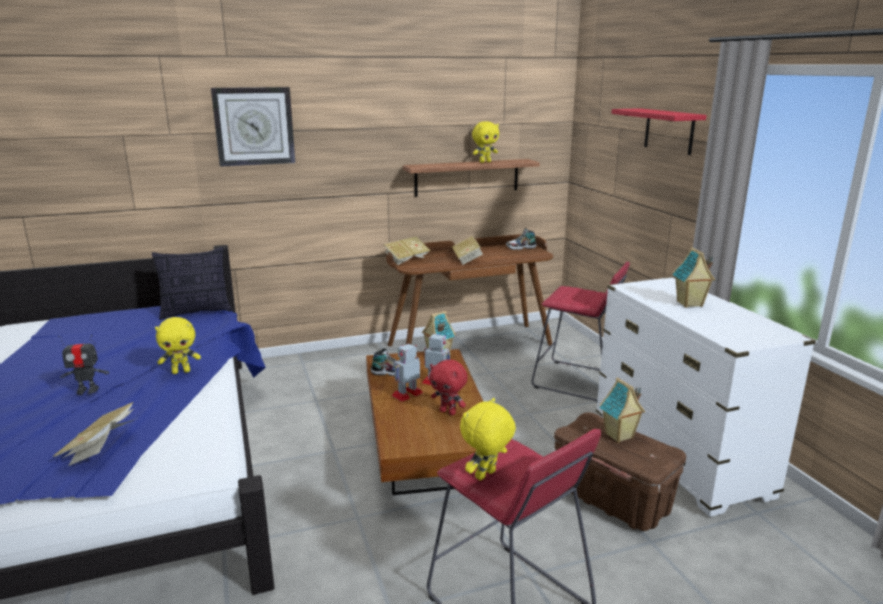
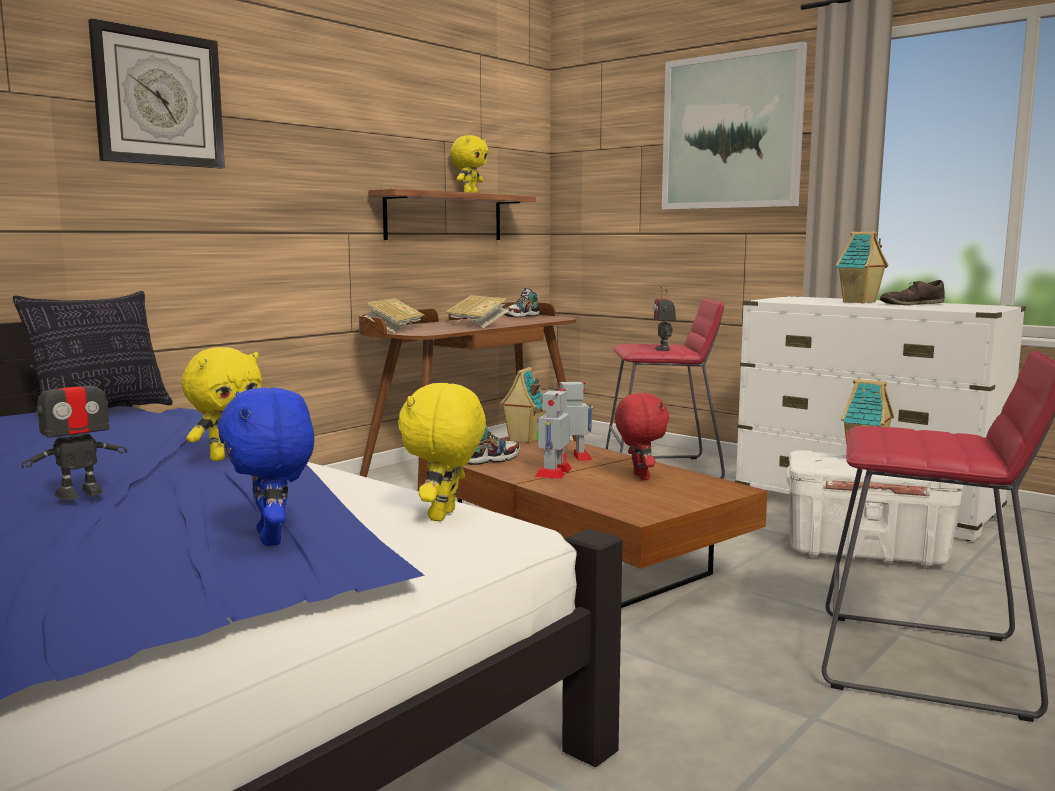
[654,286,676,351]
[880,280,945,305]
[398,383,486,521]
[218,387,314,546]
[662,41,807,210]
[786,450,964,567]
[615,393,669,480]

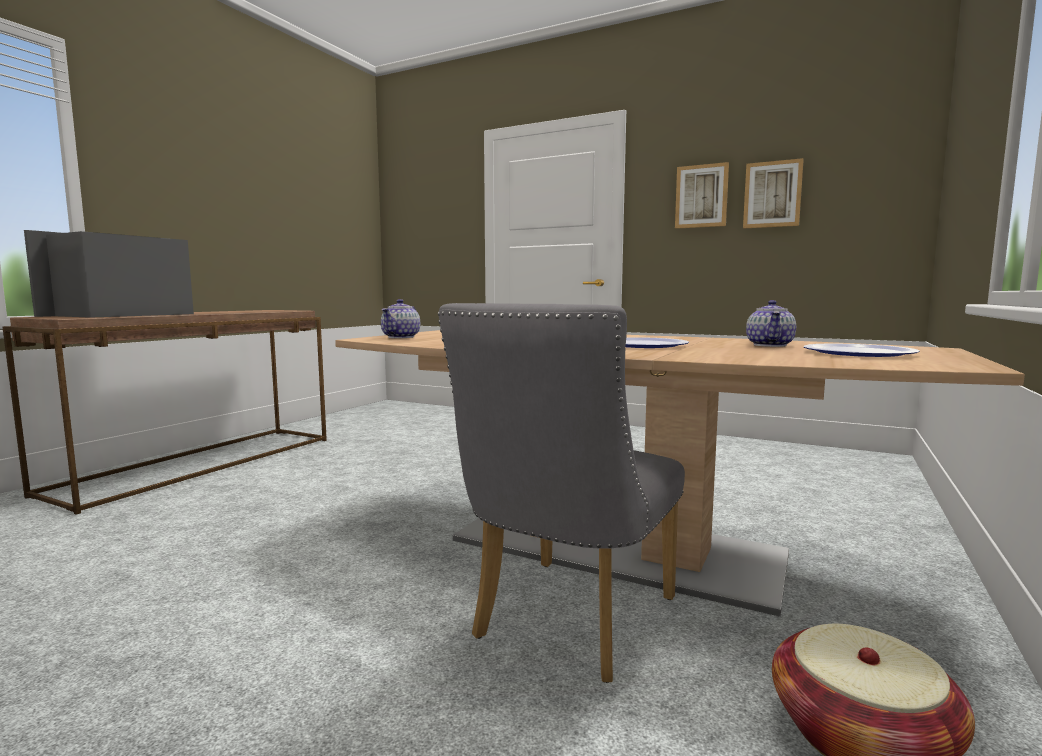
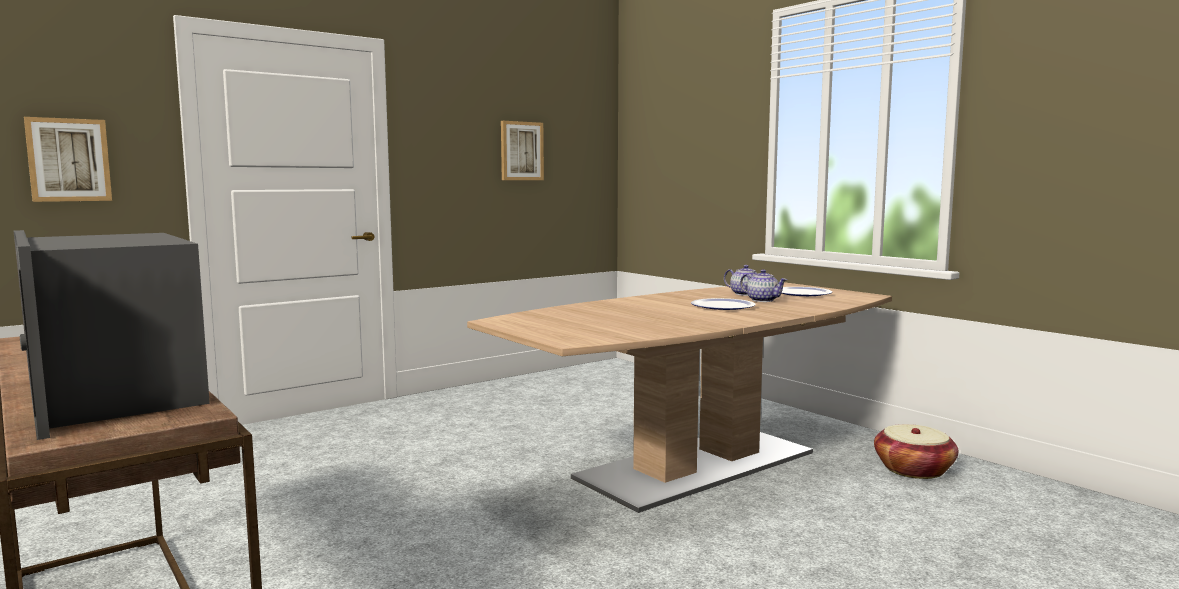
[438,303,685,683] (first image)
[740,269,787,302]
[24,117,112,202]

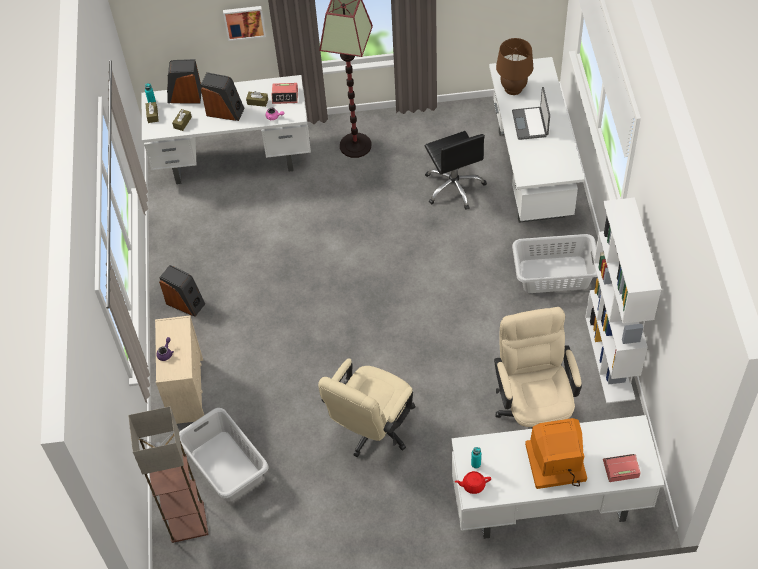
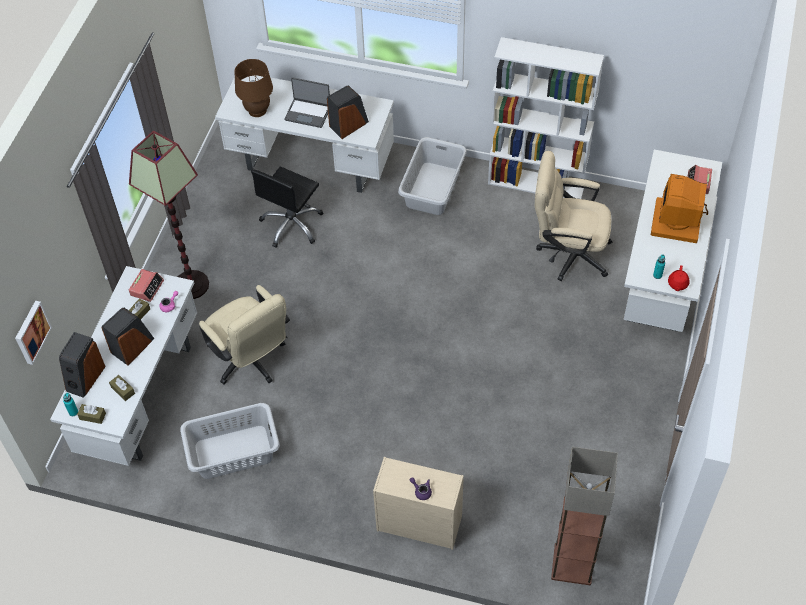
[327,86,369,139]
[180,403,280,479]
[15,301,52,365]
[199,285,290,384]
[251,166,323,248]

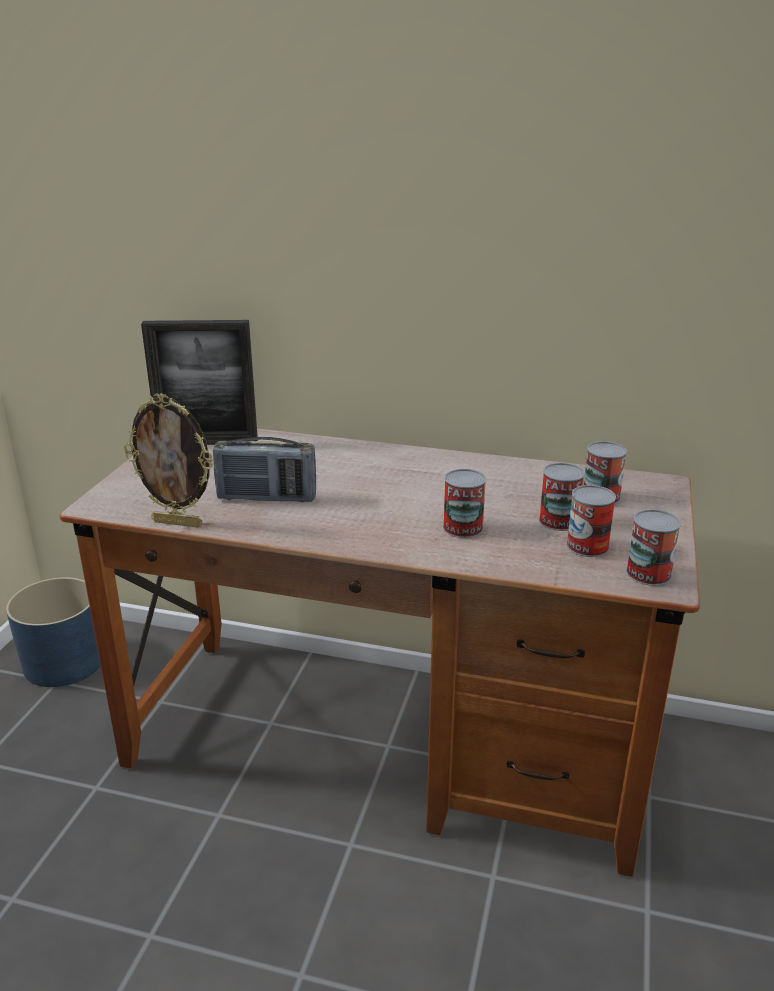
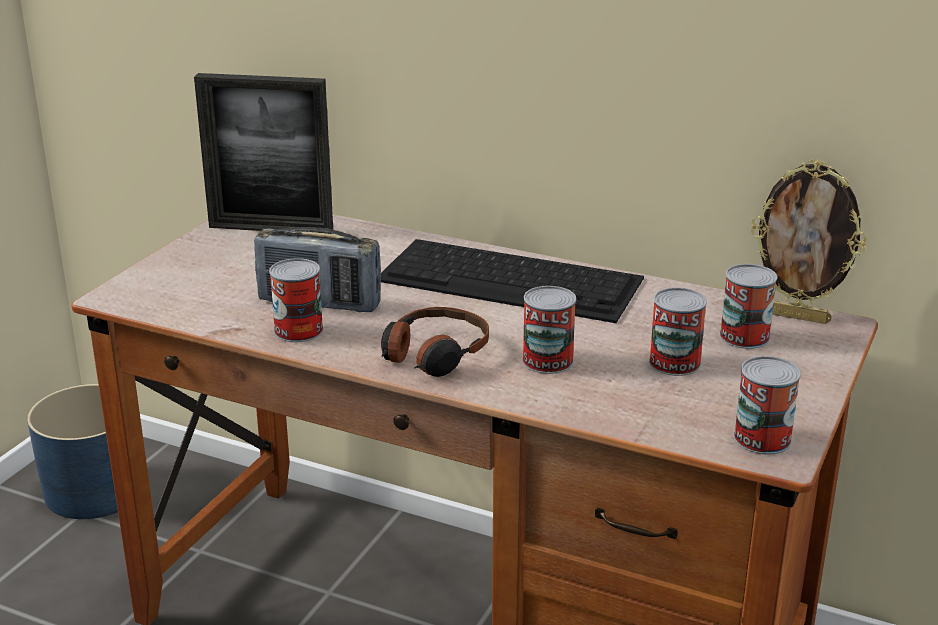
[381,239,644,323]
[381,307,489,377]
[751,160,867,324]
[269,258,323,342]

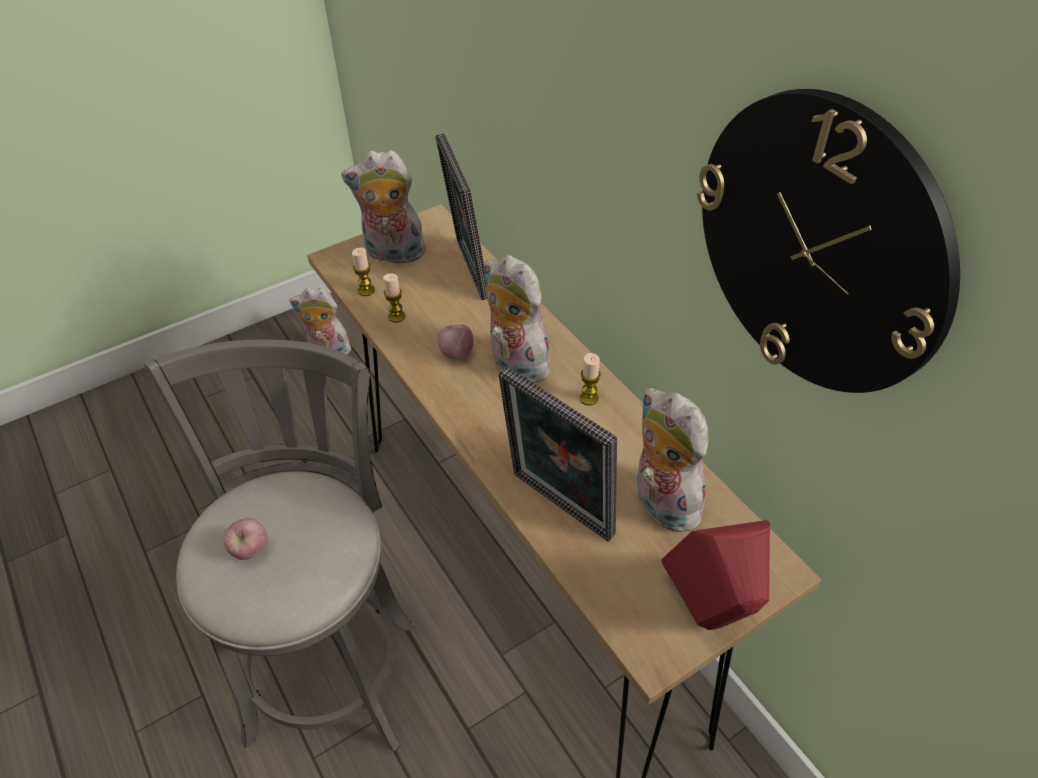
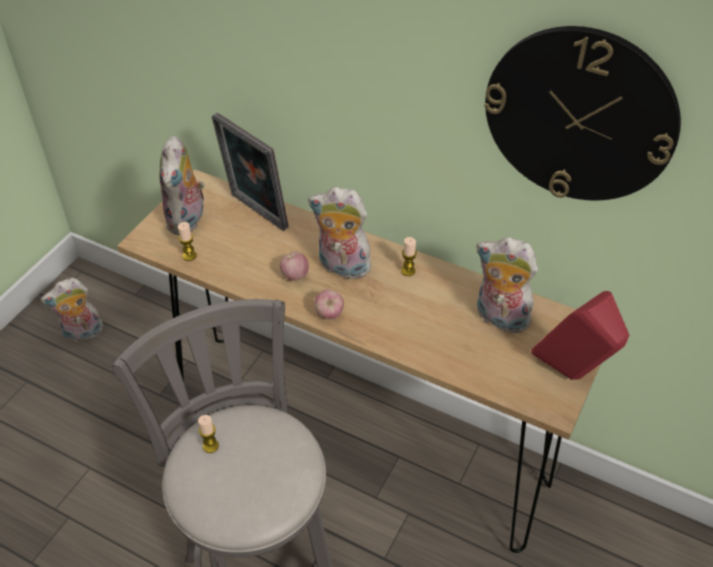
[498,367,617,542] (first image)
[314,289,344,319]
[198,415,219,453]
[160,136,205,235]

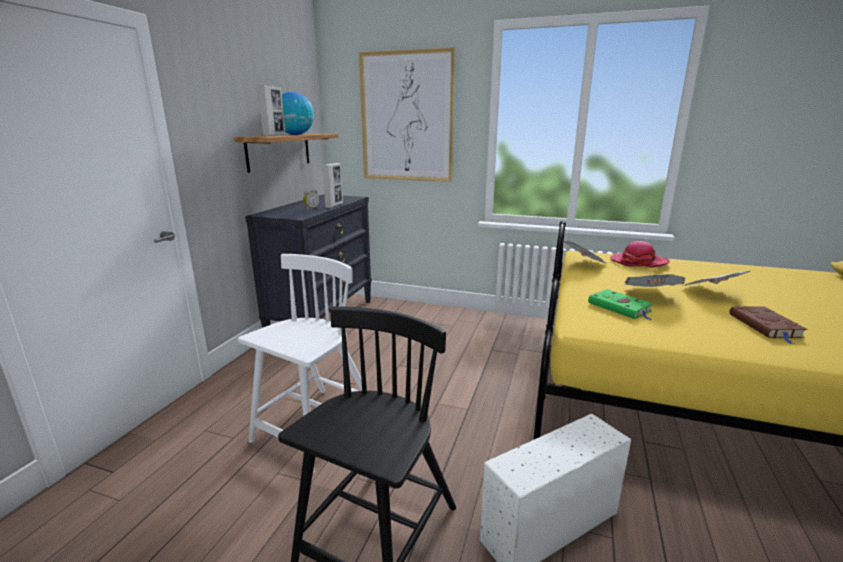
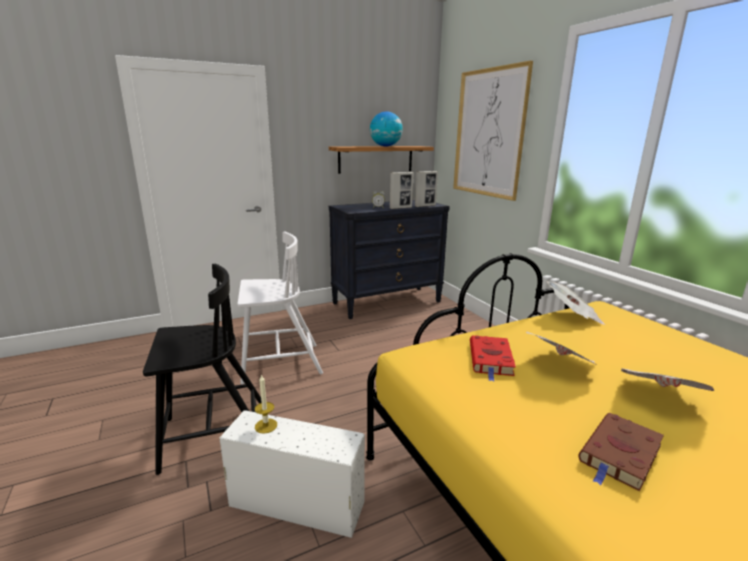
[610,241,670,268] (first image)
[255,374,277,434]
[415,171,438,207]
[470,335,516,382]

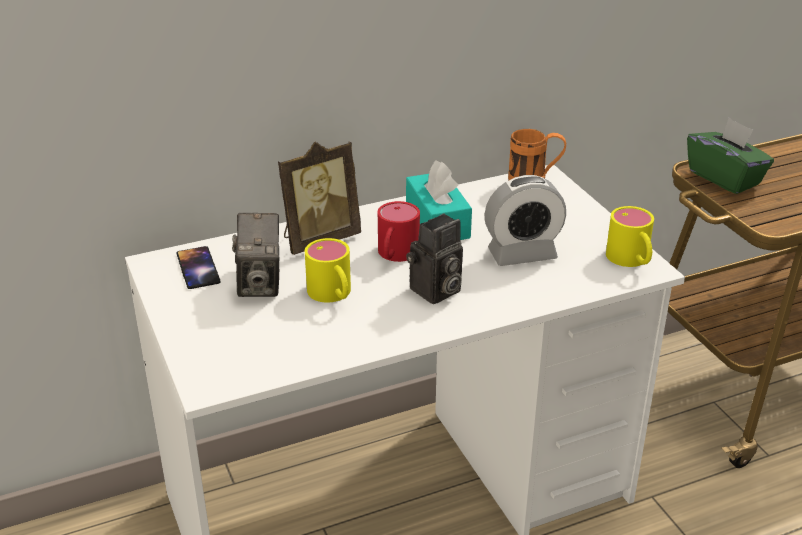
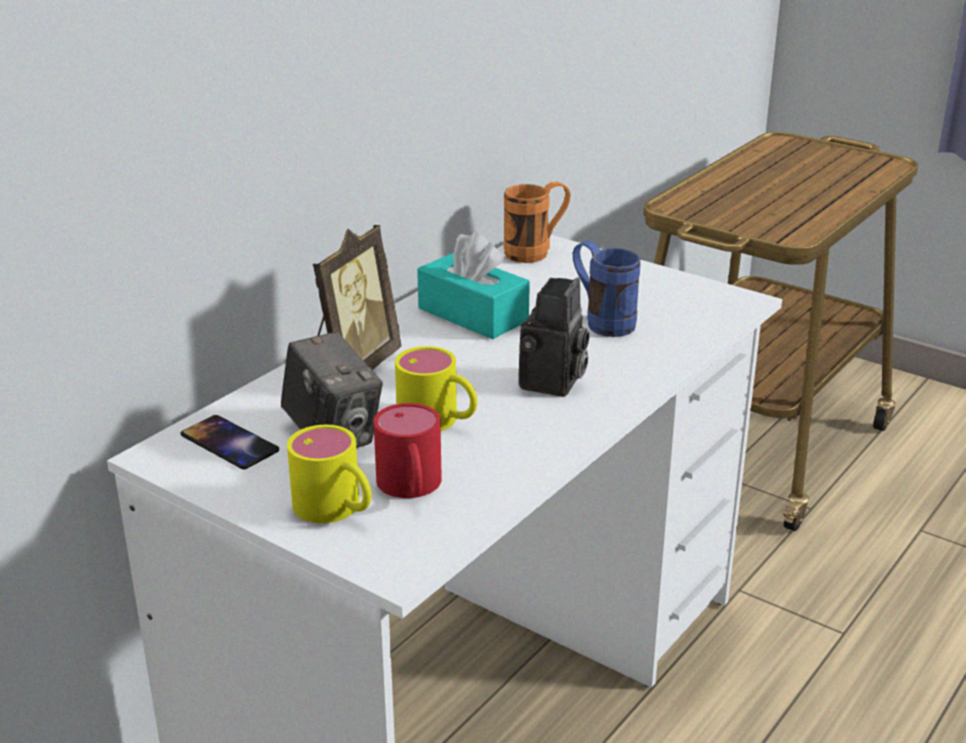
[687,118,774,194] (first image)
[373,403,442,498]
[287,425,371,523]
[573,241,641,337]

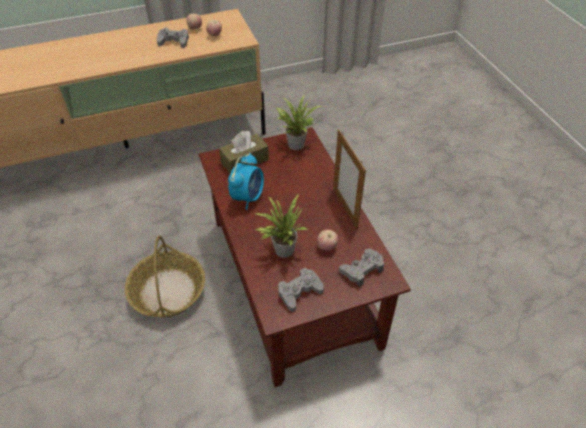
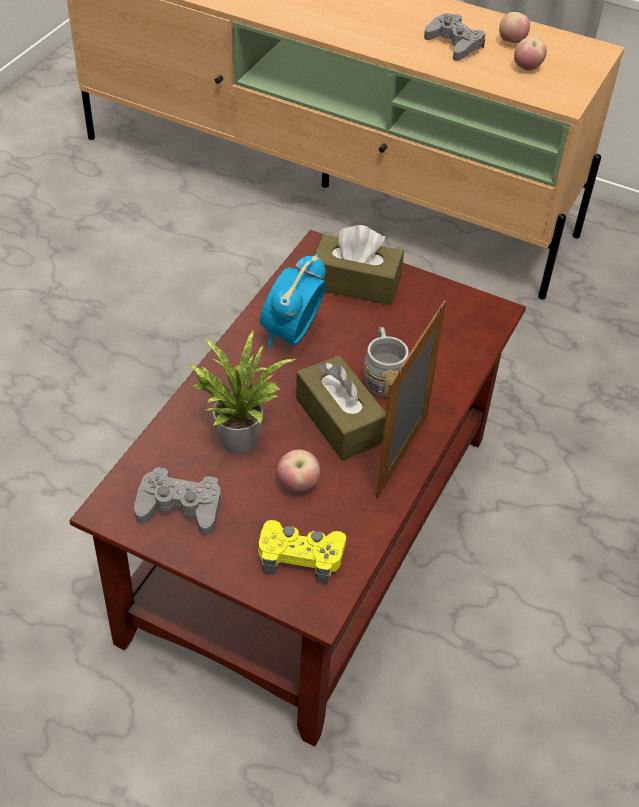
[125,236,205,317] (first image)
[275,95,321,150] (first image)
[296,355,386,461]
[364,327,409,397]
[258,520,346,584]
[260,254,326,348]

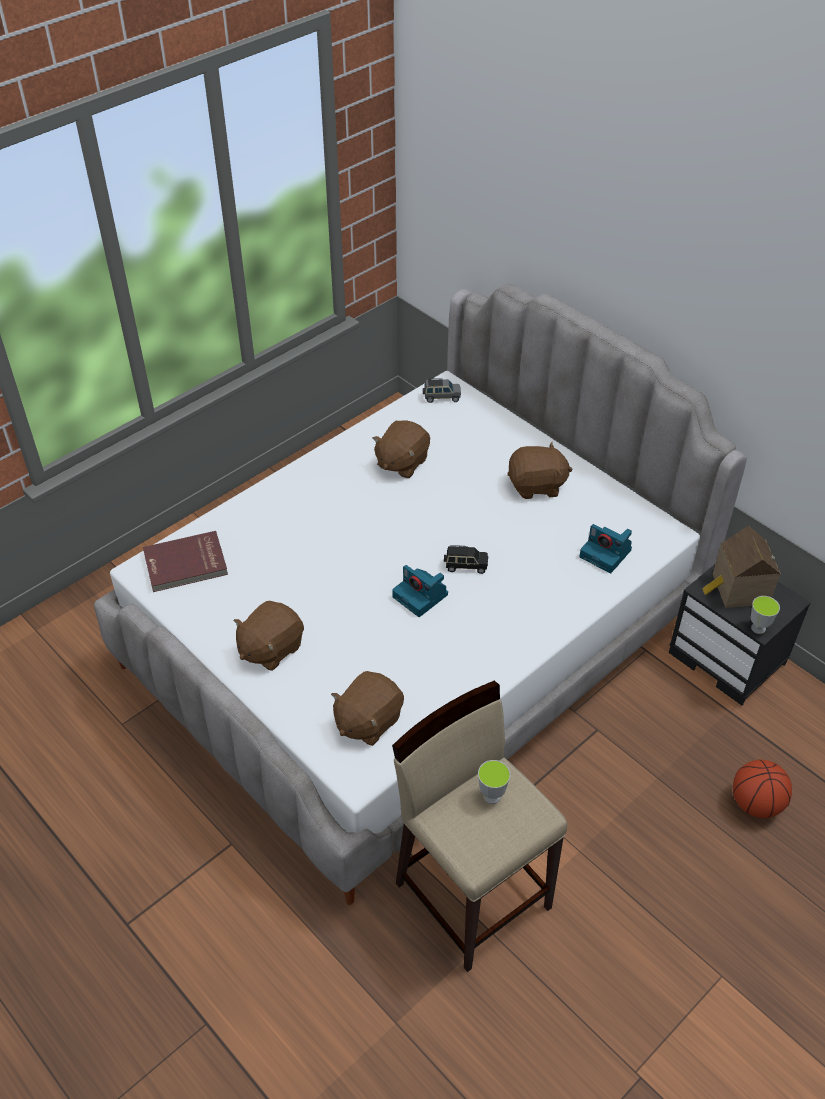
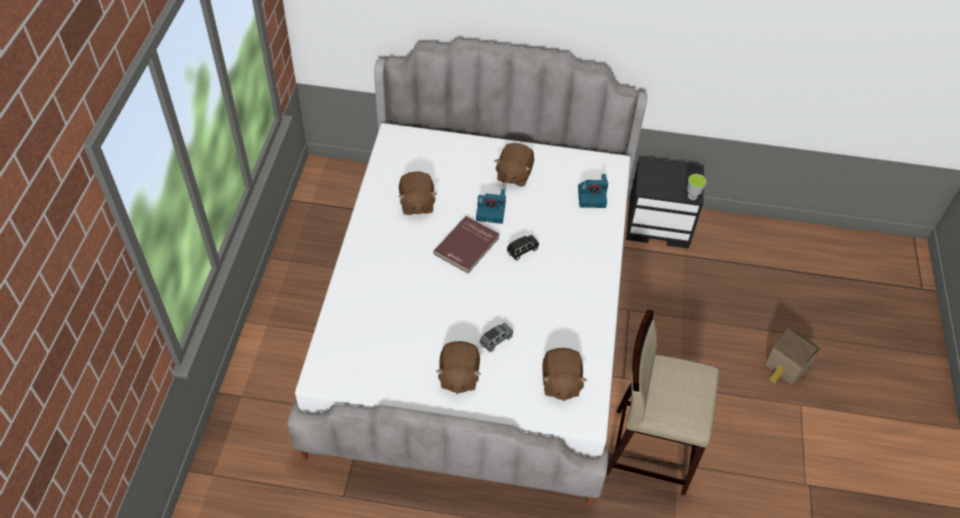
[478,760,510,804] (first image)
[733,760,792,818] (first image)
[433,216,499,273]
[476,189,506,224]
[480,323,513,352]
[765,328,821,385]
[494,143,534,187]

